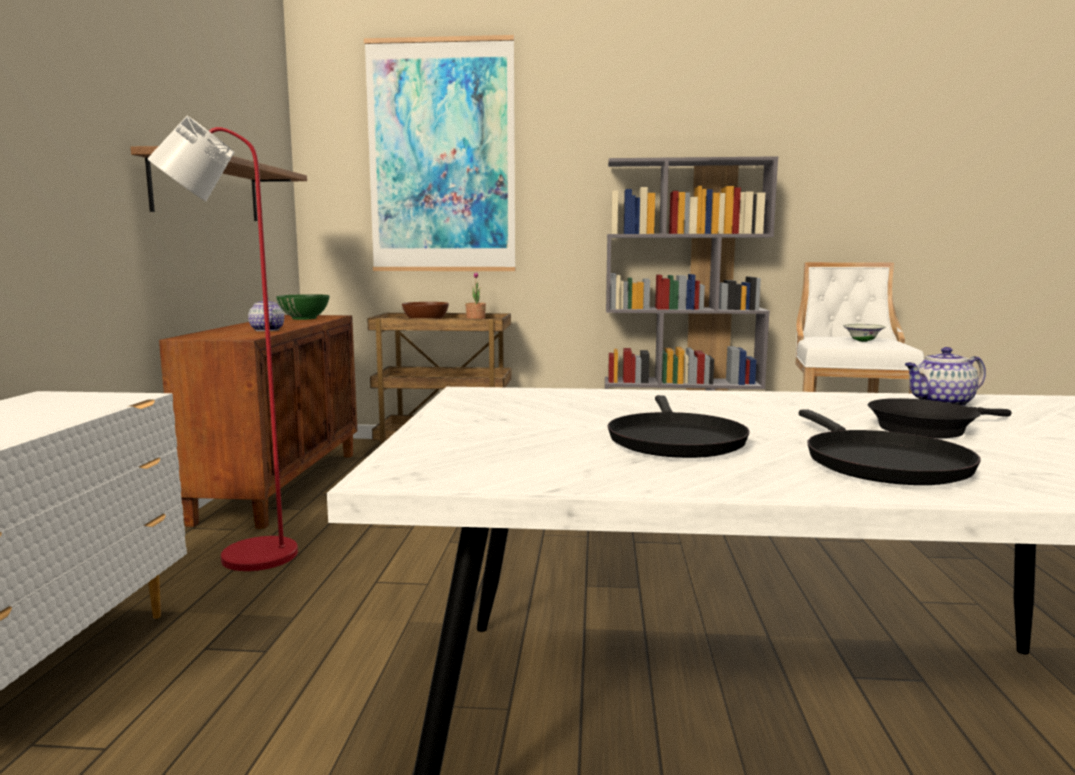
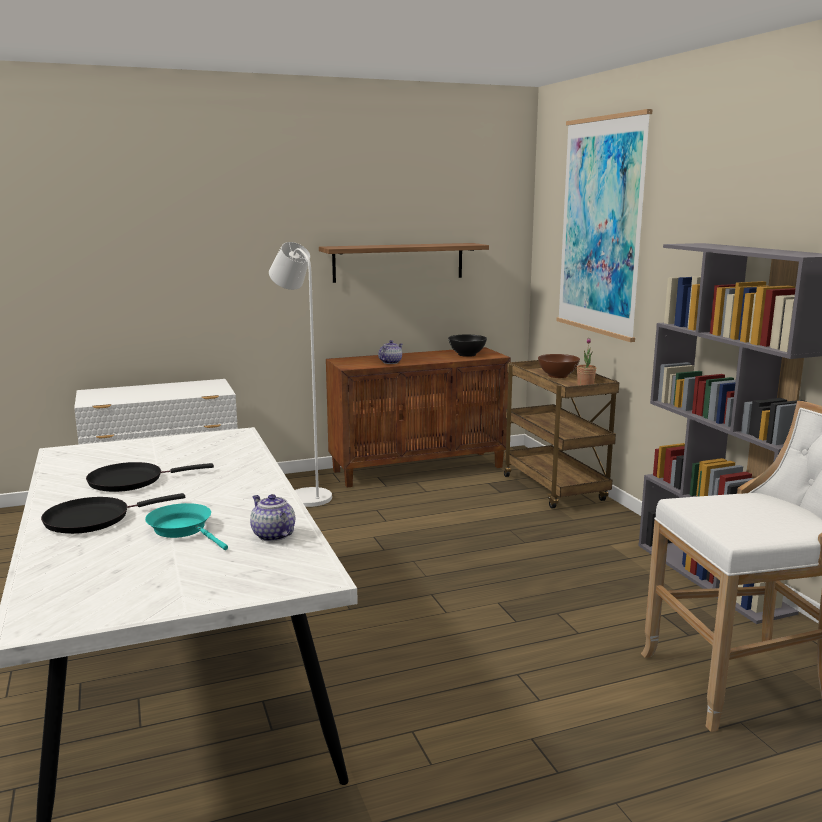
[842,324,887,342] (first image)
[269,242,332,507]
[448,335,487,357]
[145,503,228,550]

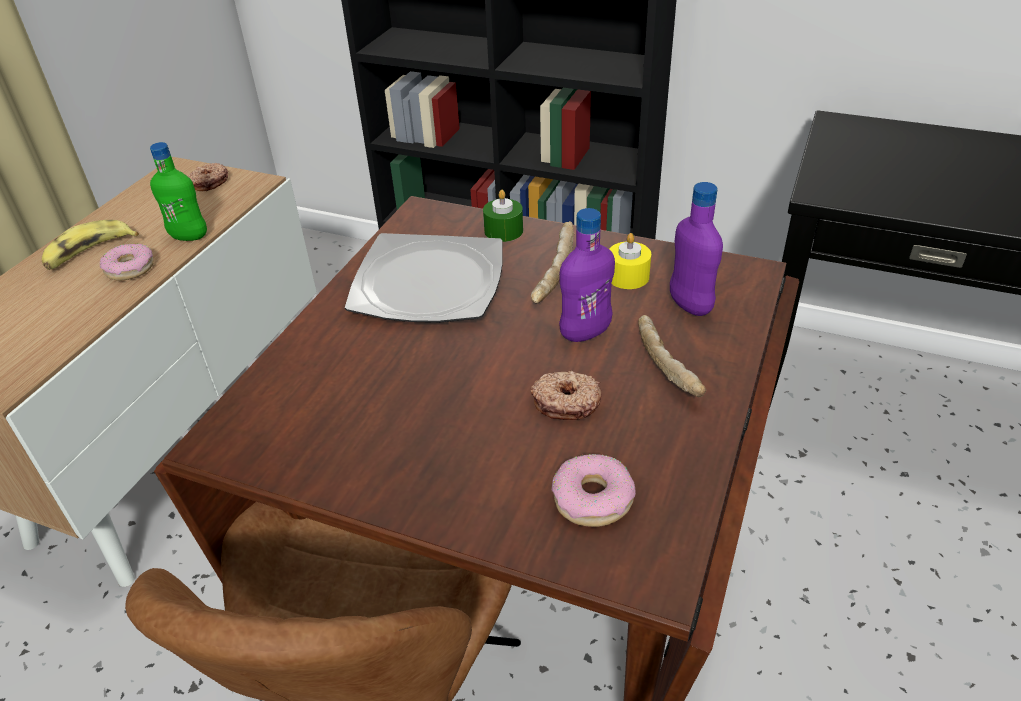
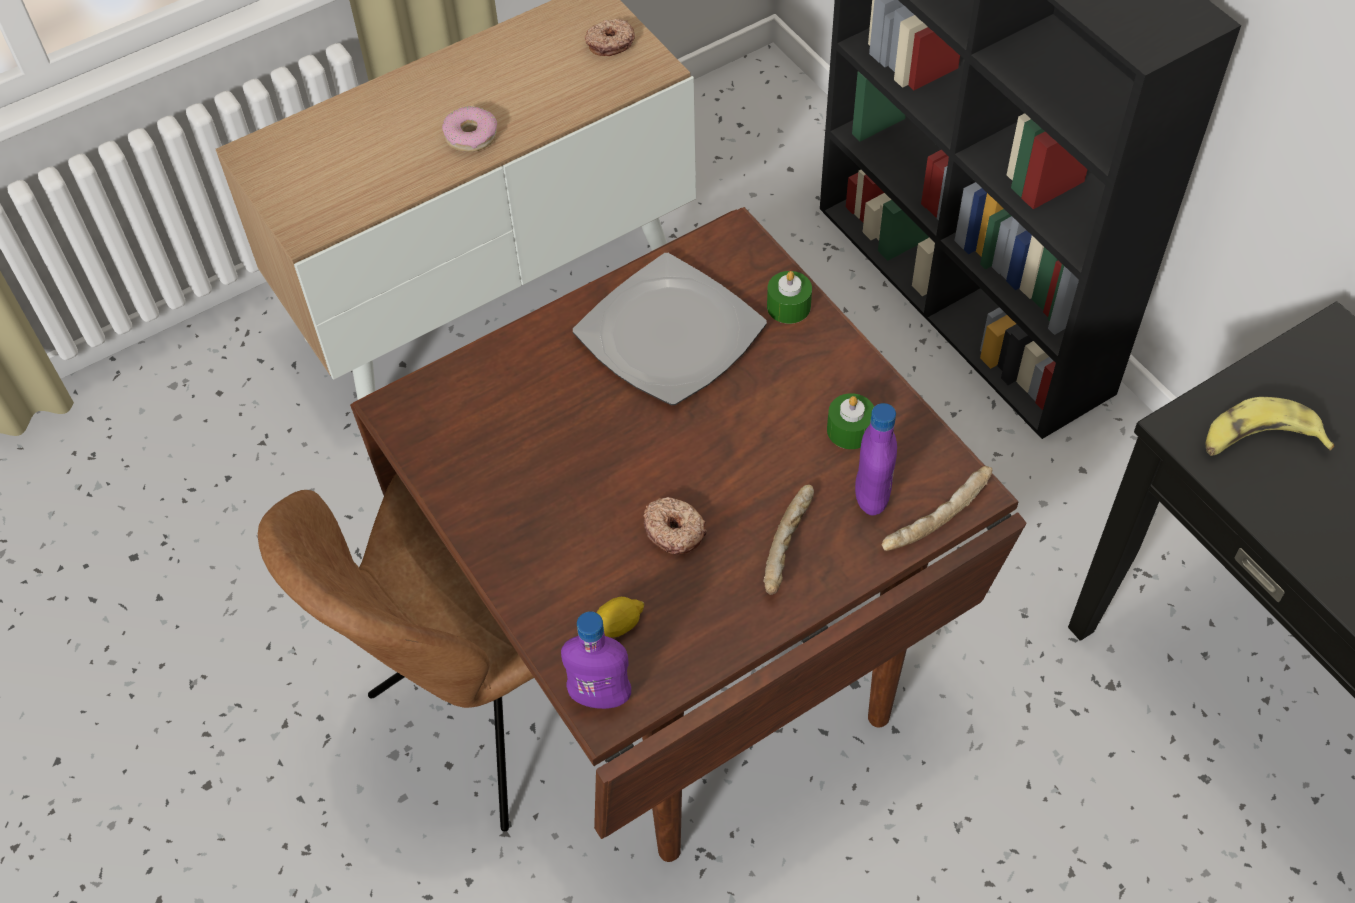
[150,142,207,241] (first image)
[1206,397,1334,456]
[881,466,992,551]
[561,611,631,709]
[597,597,644,638]
[827,393,874,449]

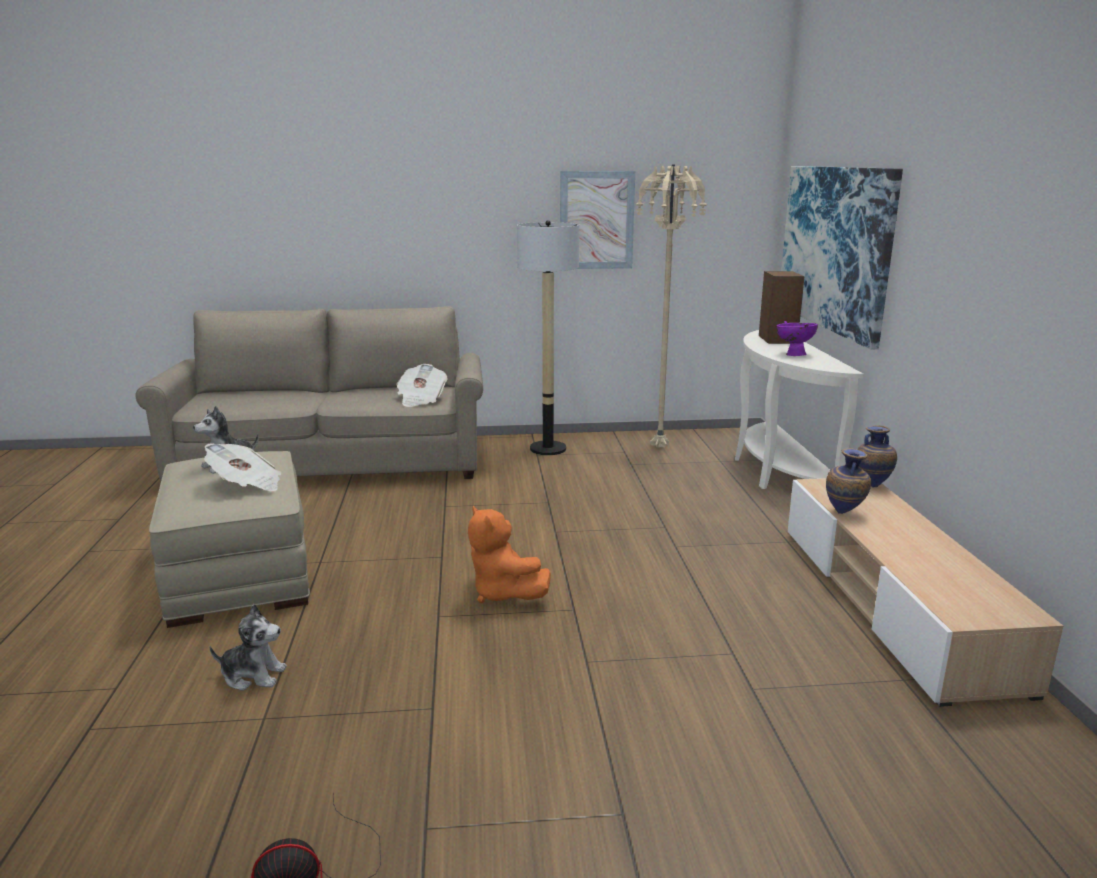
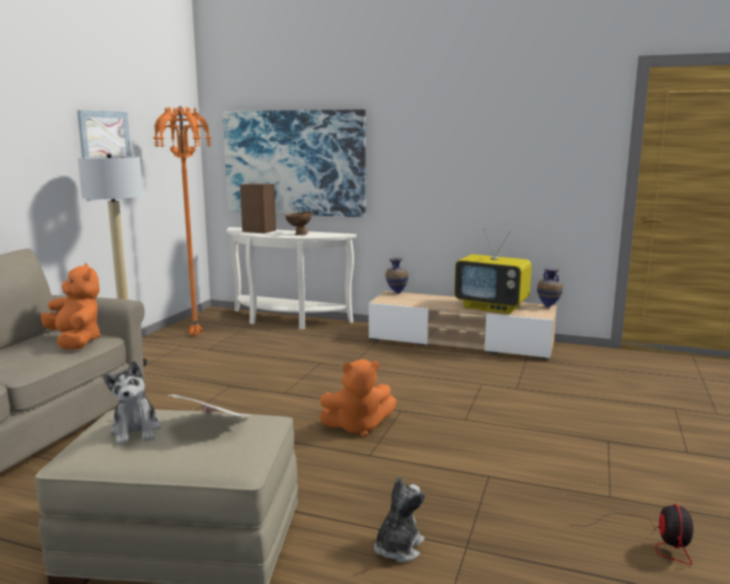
[454,229,532,314]
[537,268,563,308]
[41,263,101,350]
[153,106,211,336]
[285,211,312,235]

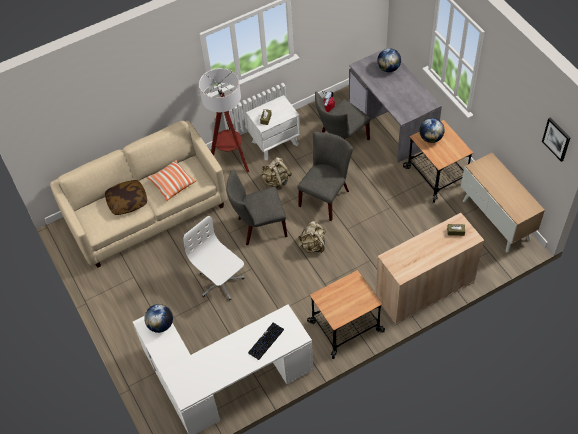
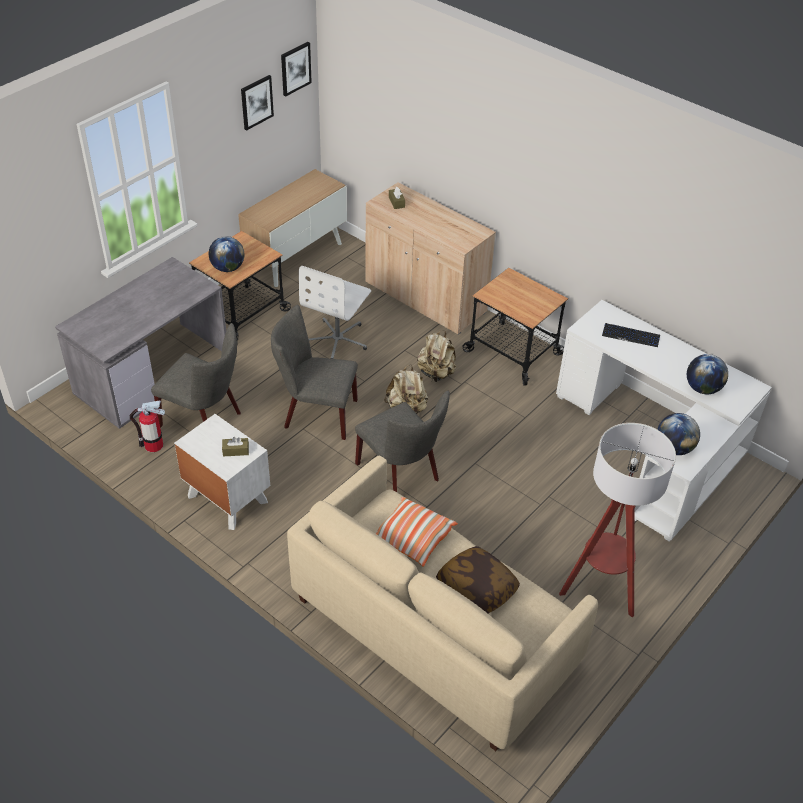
[241,75,274,130]
[299,266,371,359]
[559,423,676,617]
[417,330,456,382]
[687,354,728,394]

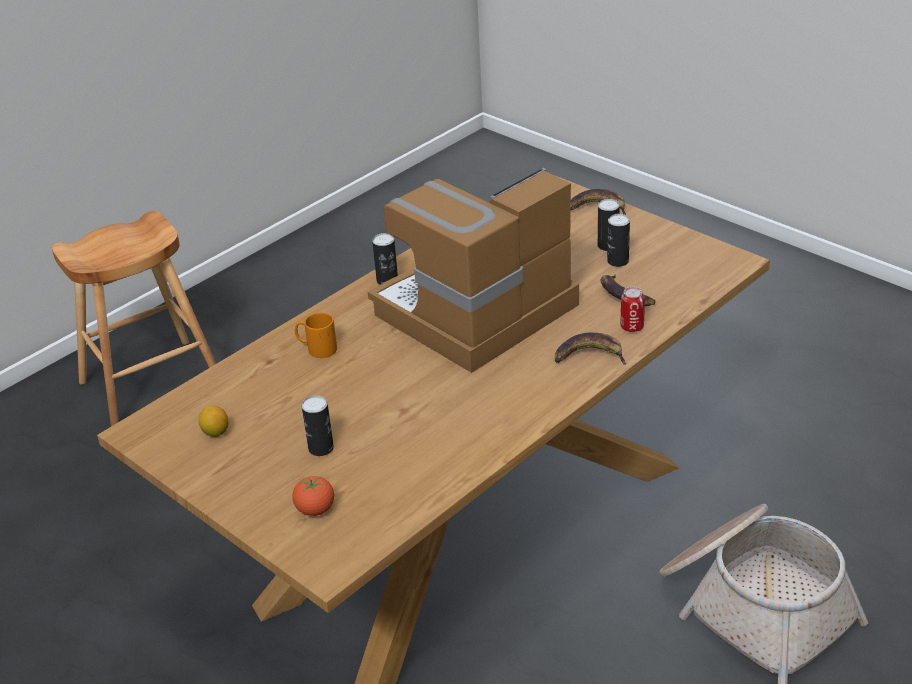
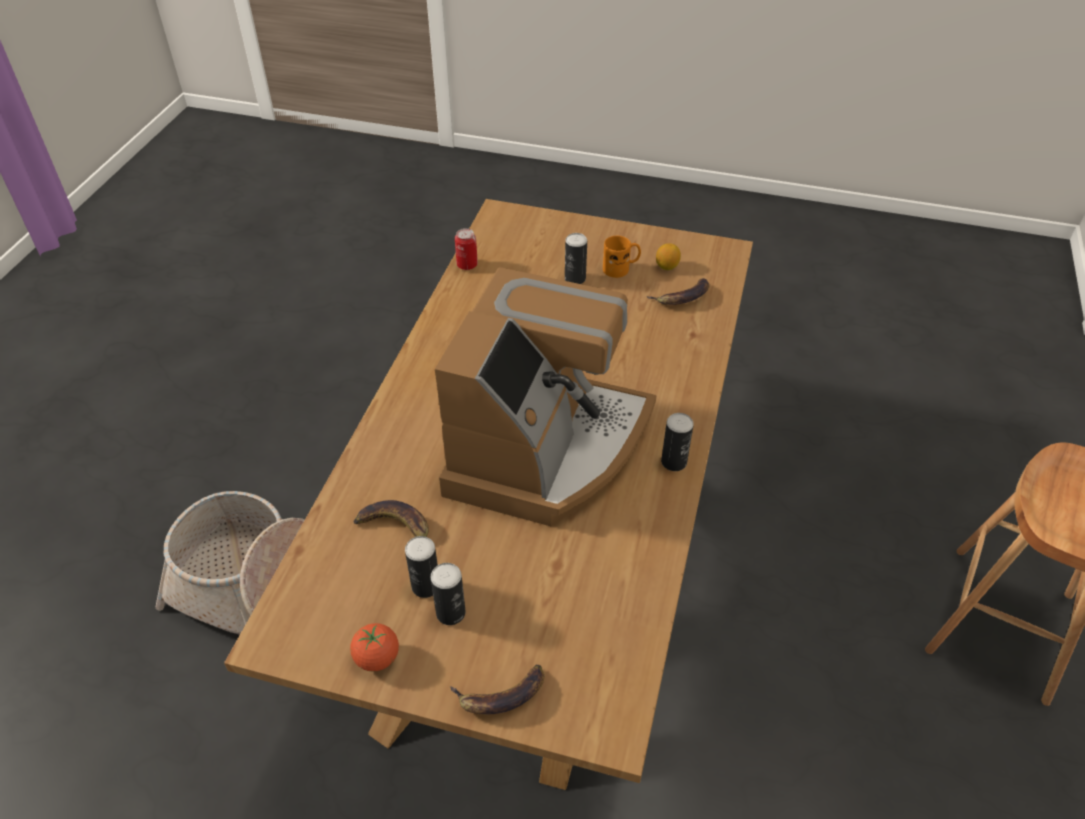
[350,623,399,671]
[603,236,641,278]
[647,278,709,305]
[455,228,478,270]

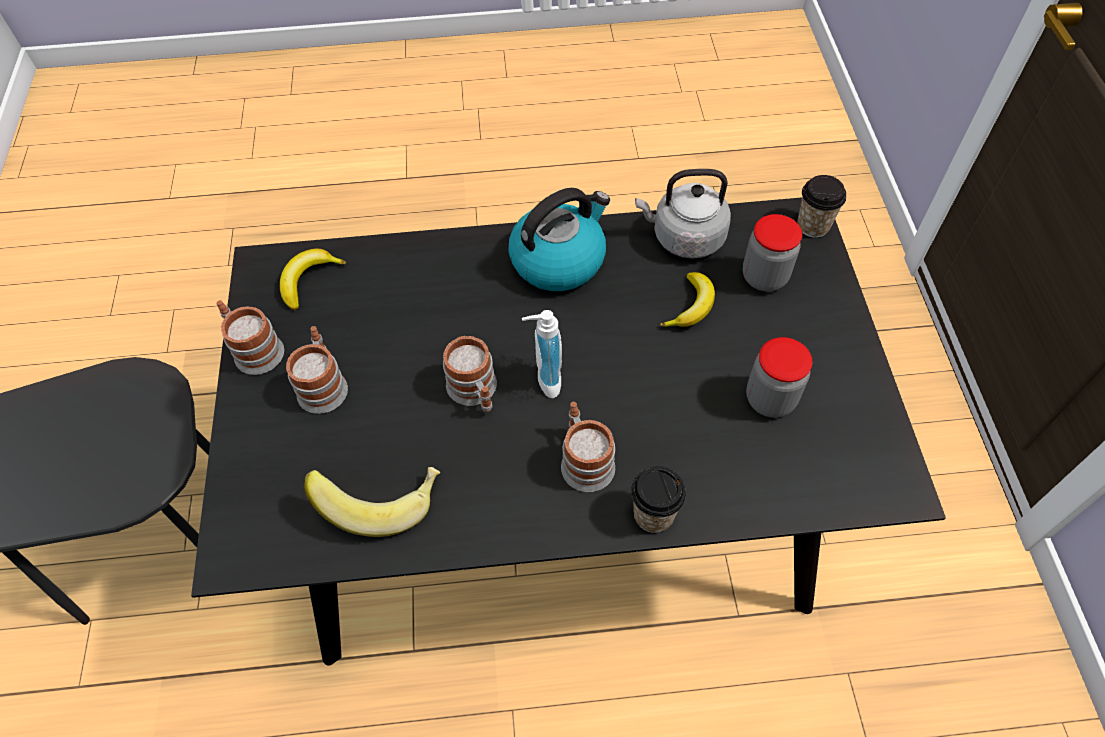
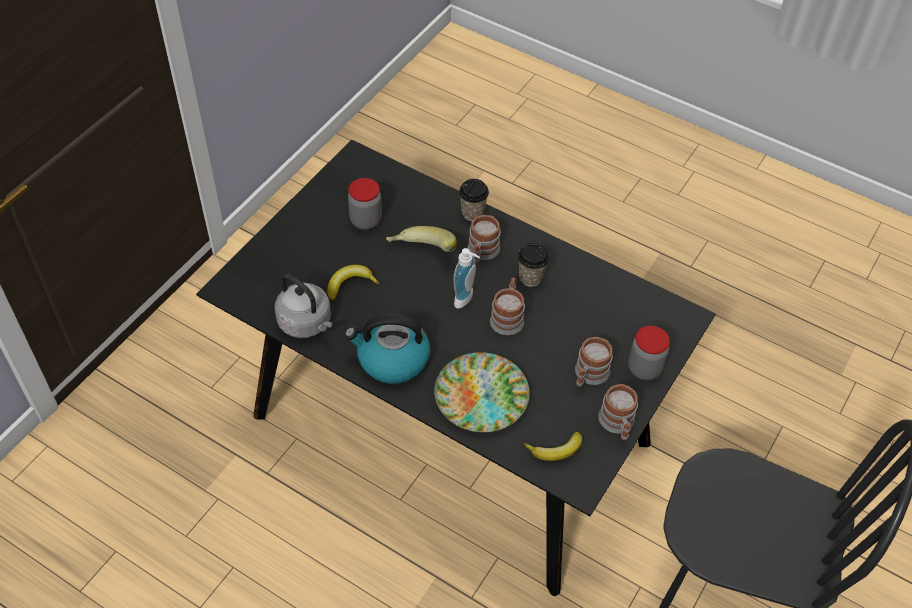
[434,352,530,432]
[386,226,457,252]
[628,326,670,380]
[518,243,549,287]

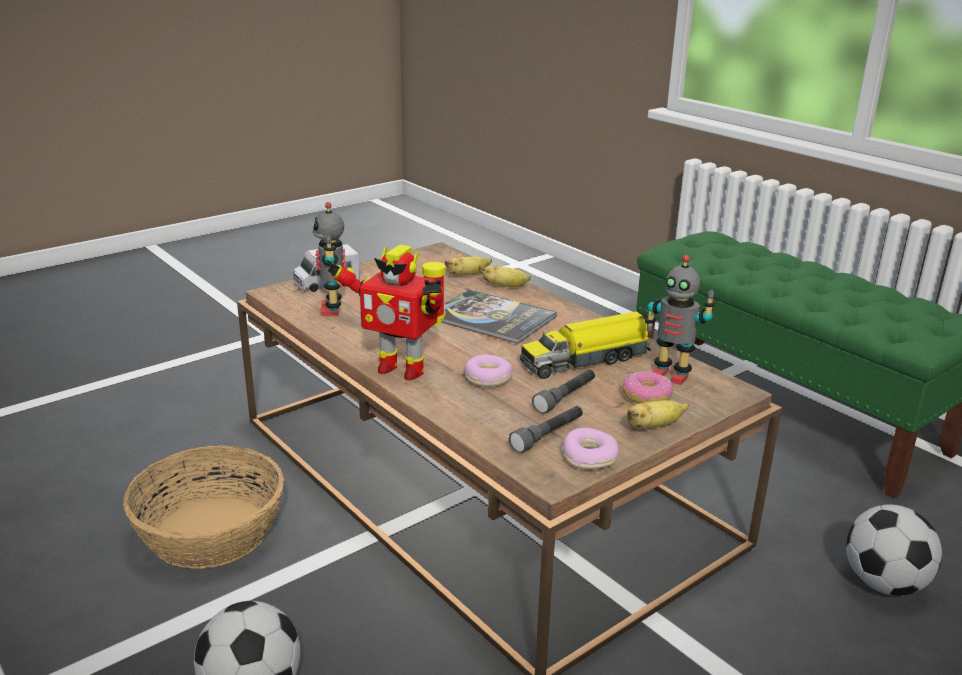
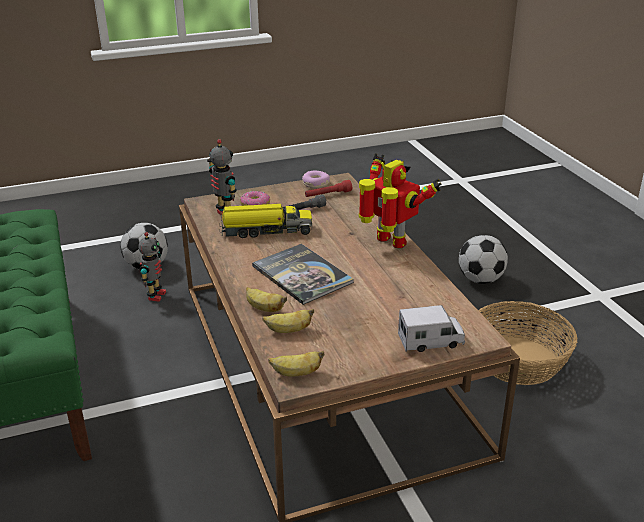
[464,354,513,387] (first image)
[138,232,166,302]
[268,351,325,377]
[305,180,352,197]

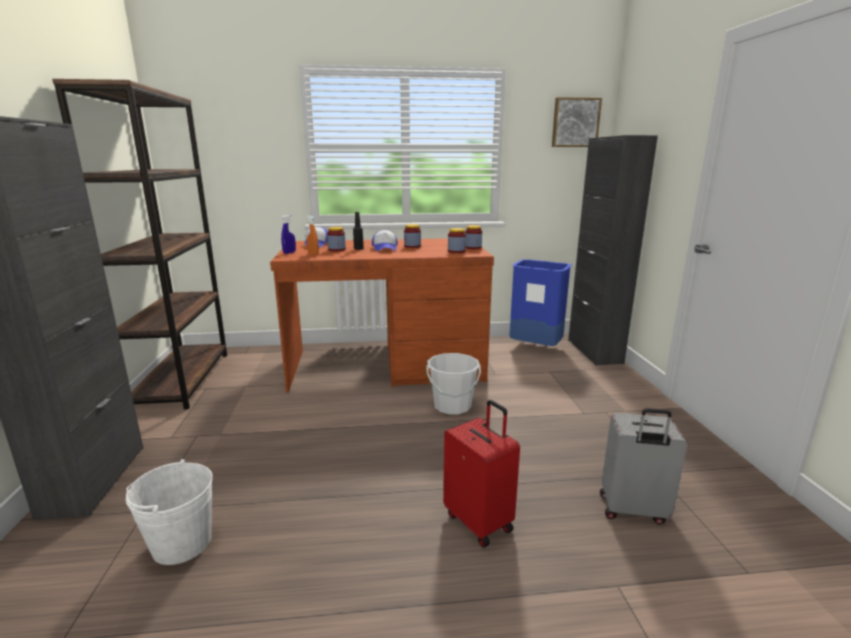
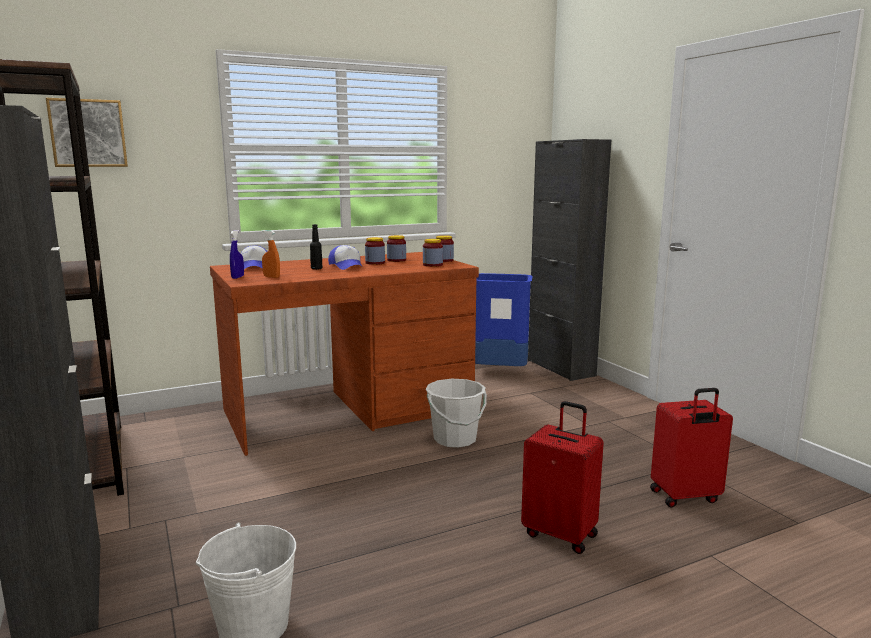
[387,235,406,262]
[46,98,128,167]
[650,388,733,507]

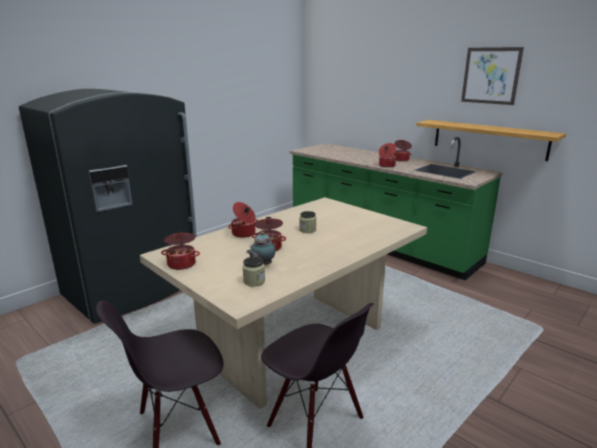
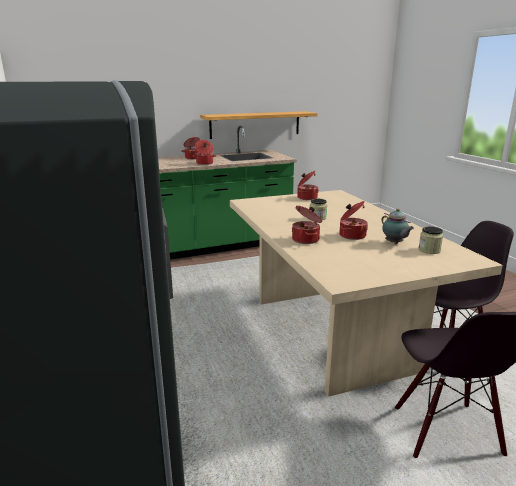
[461,47,524,105] (first image)
[297,171,319,200]

